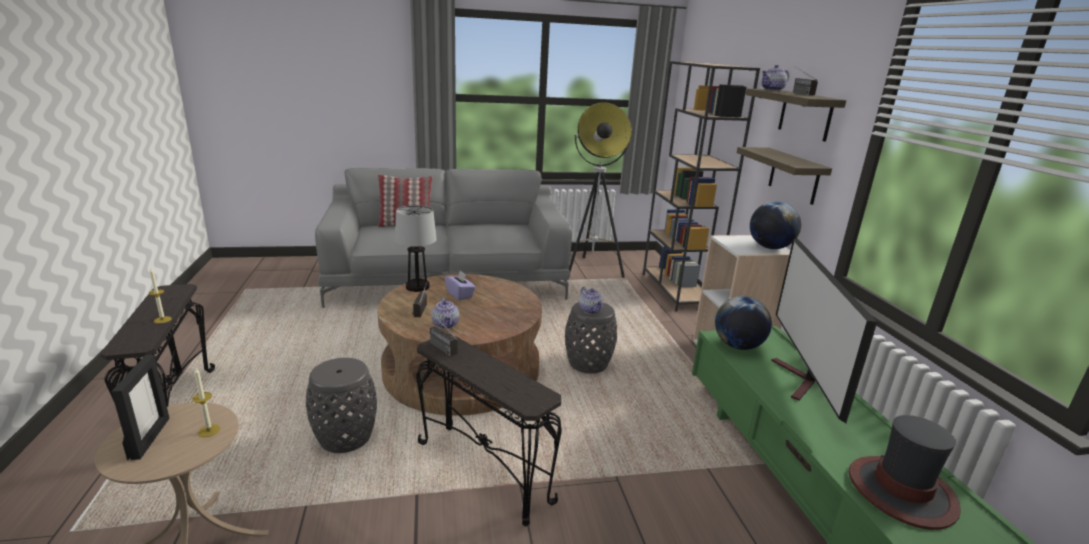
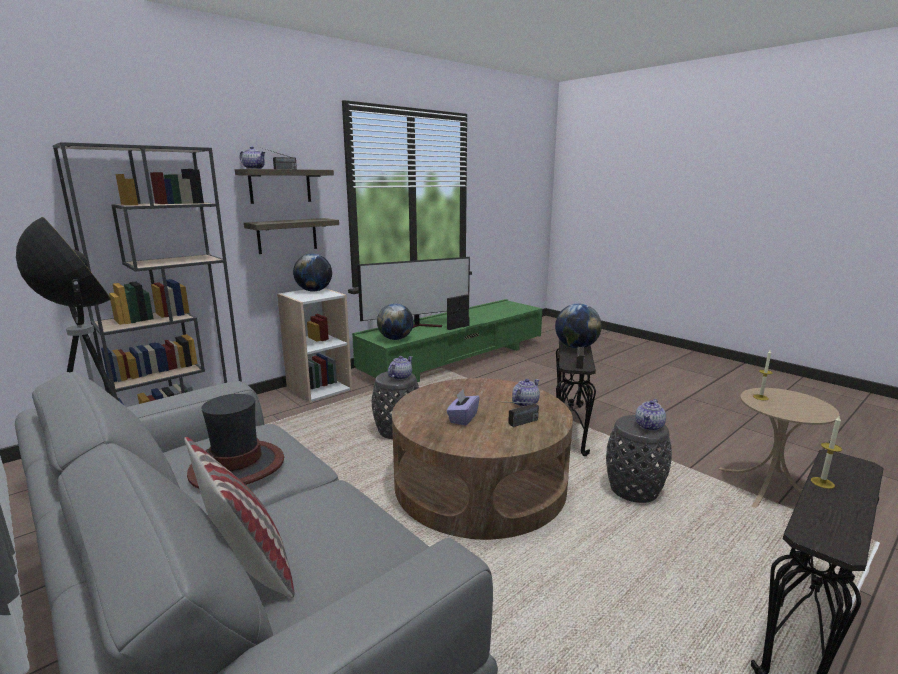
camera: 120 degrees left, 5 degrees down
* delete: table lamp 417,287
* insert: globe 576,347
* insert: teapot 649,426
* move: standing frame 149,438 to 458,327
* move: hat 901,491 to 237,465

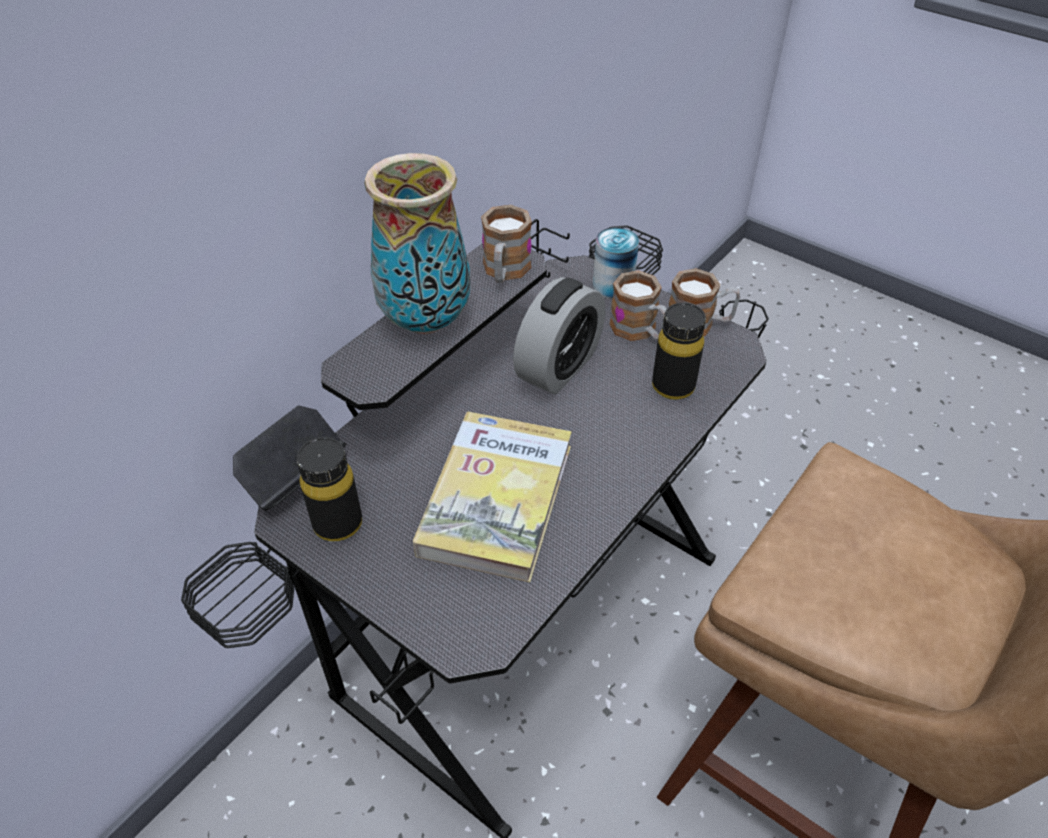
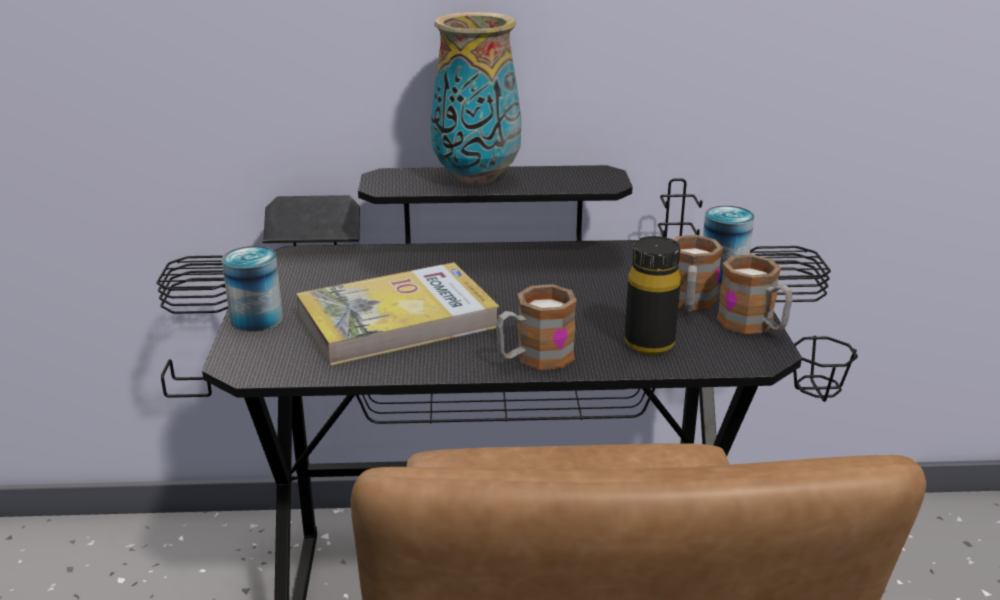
camera: 50 degrees right, 20 degrees down
* delete: black bottle 338,523
* delete: table clock 559,367
* insert: can 256,319
* move: tea mug 505,272 to 534,358

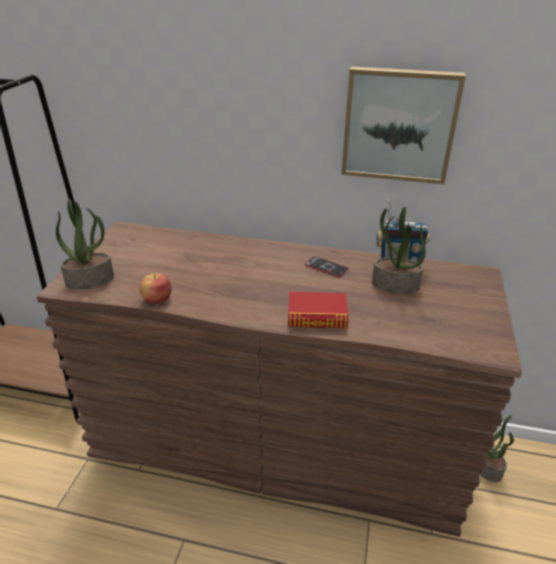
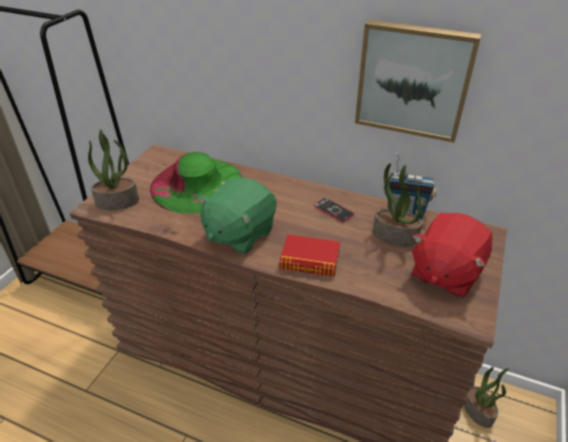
camera: 10 degrees right, 5 degrees up
* delete: whole apple 156,299
* insert: green hat 197,185
* insert: green soft toy 239,233
* insert: reddish soft toy 444,273

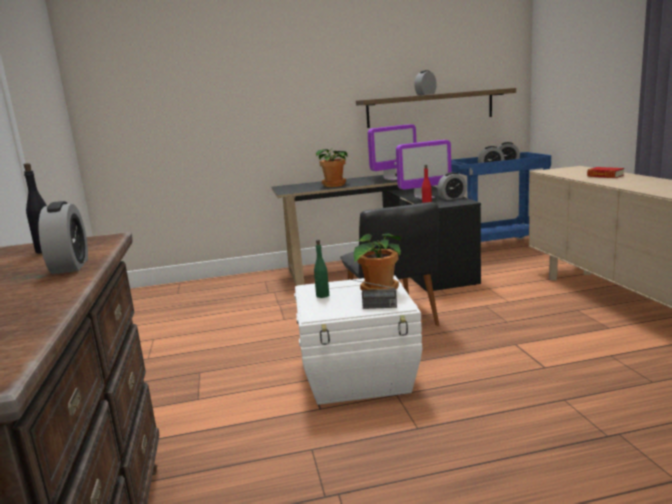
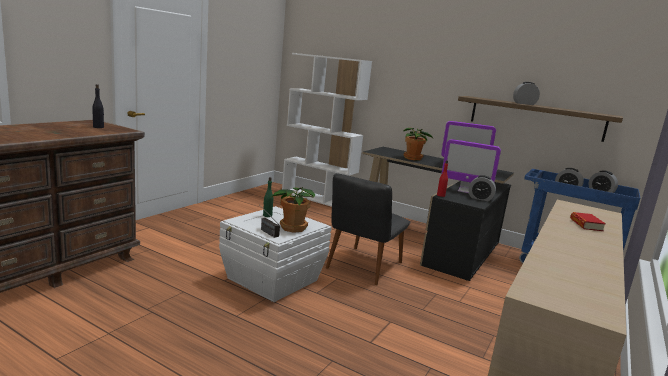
camera: 40 degrees right, 0 degrees up
* delete: table clock 70,266
* insert: whitish bookshelf 318,199

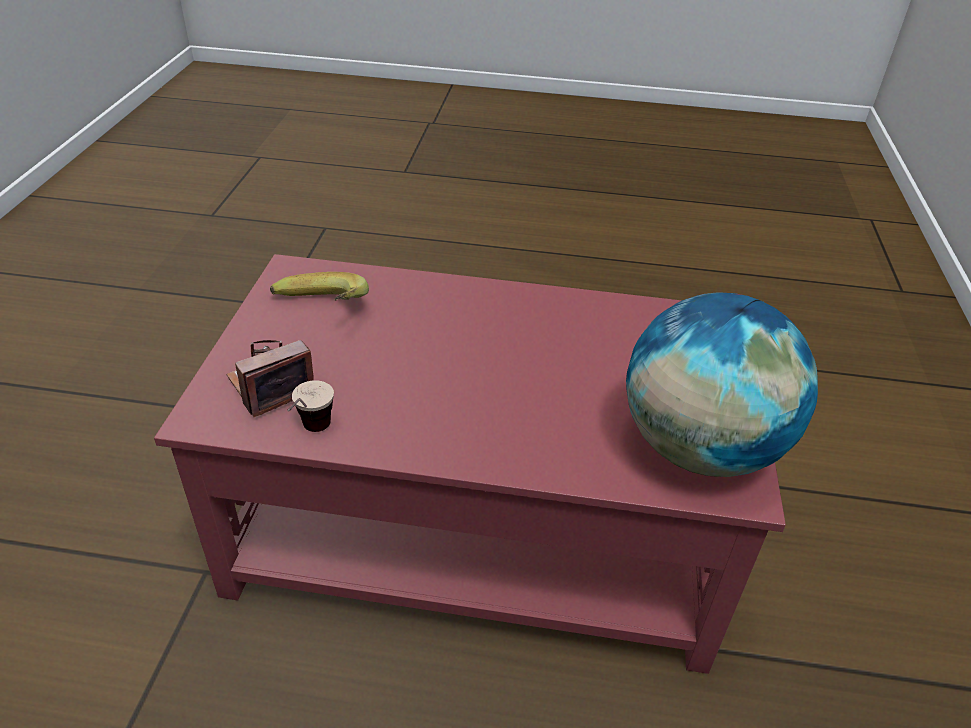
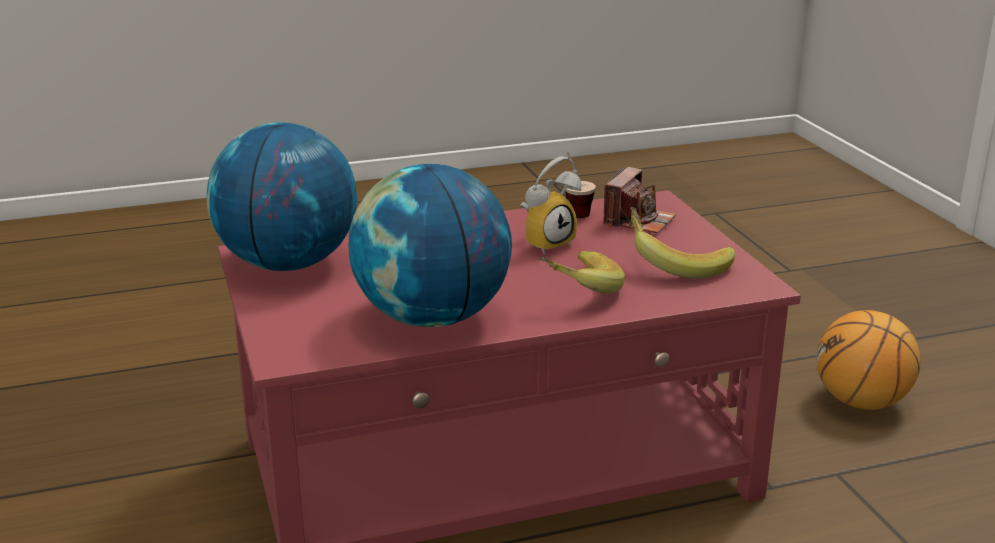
camera: 155 degrees right, 15 degrees down
* insert: globe 432,318
* insert: table clock 546,243
* insert: banana fruit 575,290
* insert: ball for basketball 861,402

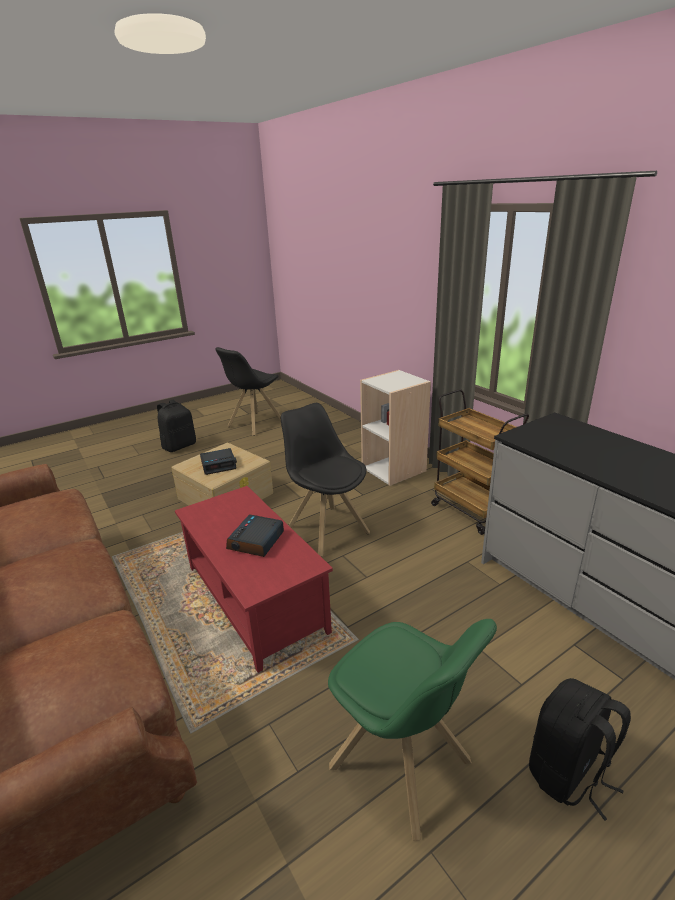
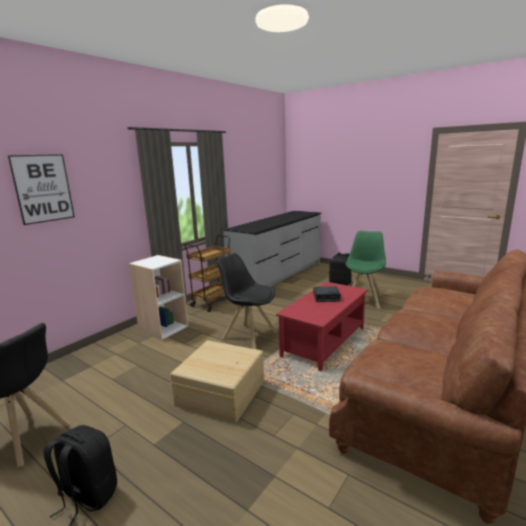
camera: 110 degrees left, 10 degrees down
* delete: table clock 219,465
* insert: wall art 43,188
* rotate: black plain chair 327,529 = 249,336 90 degrees clockwise

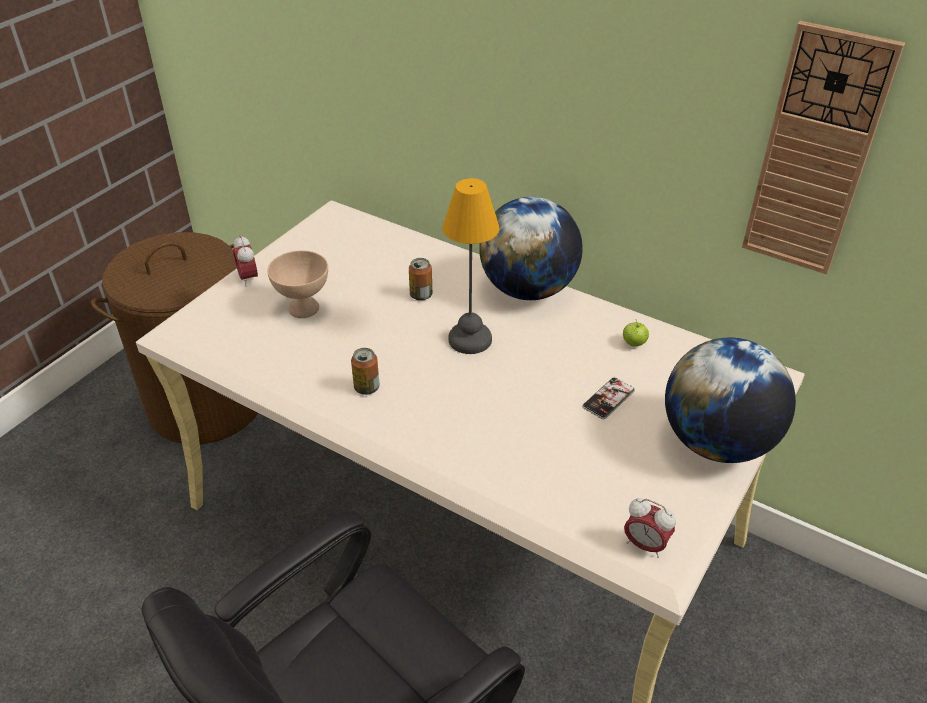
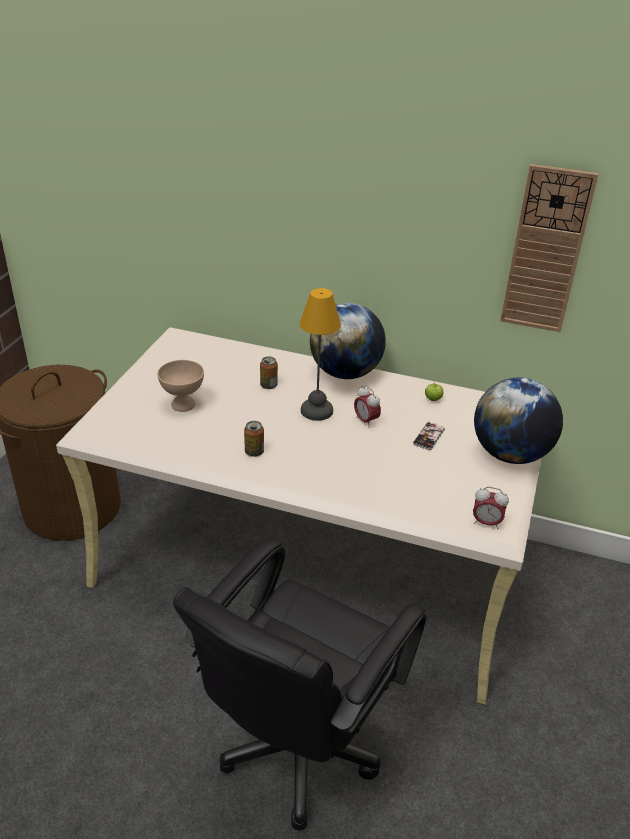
camera: 15 degrees left, 5 degrees down
* move: table clock 248,278 to 366,421

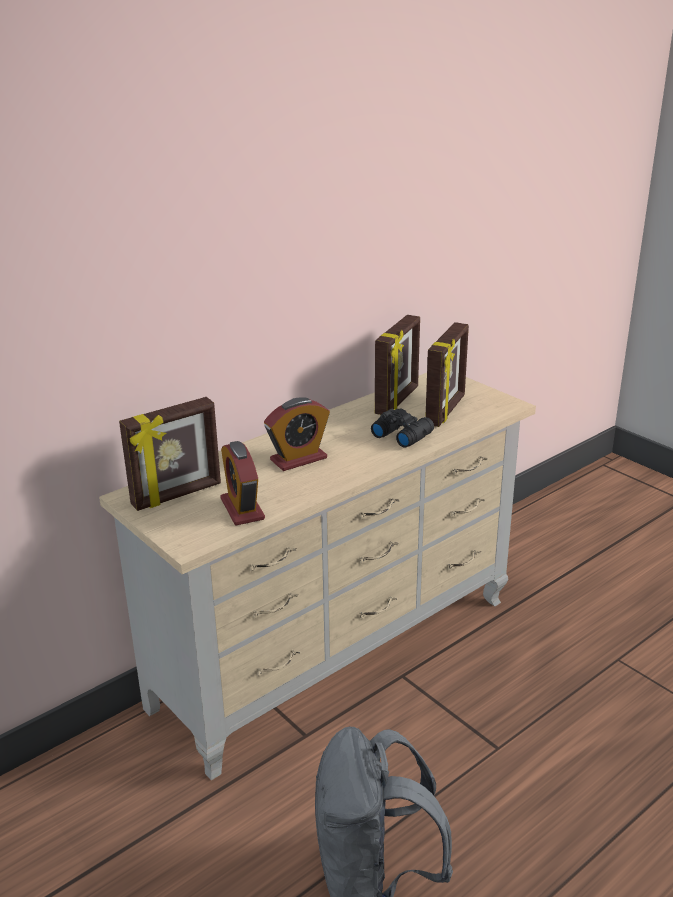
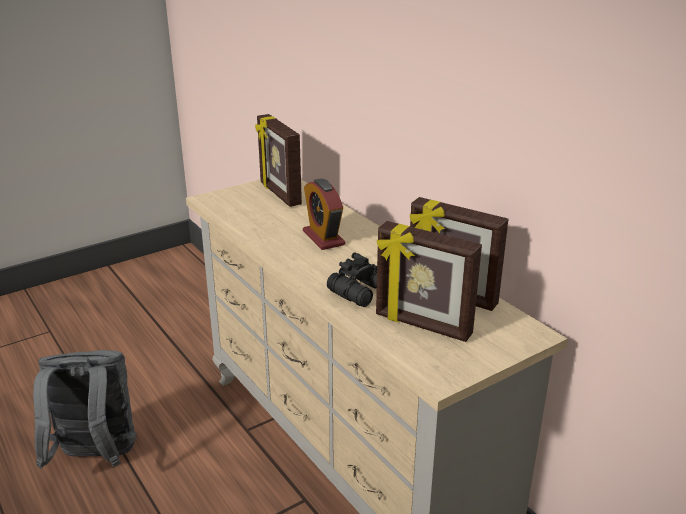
camera: 95 degrees right, 0 degrees up
* delete: table clock 242,509

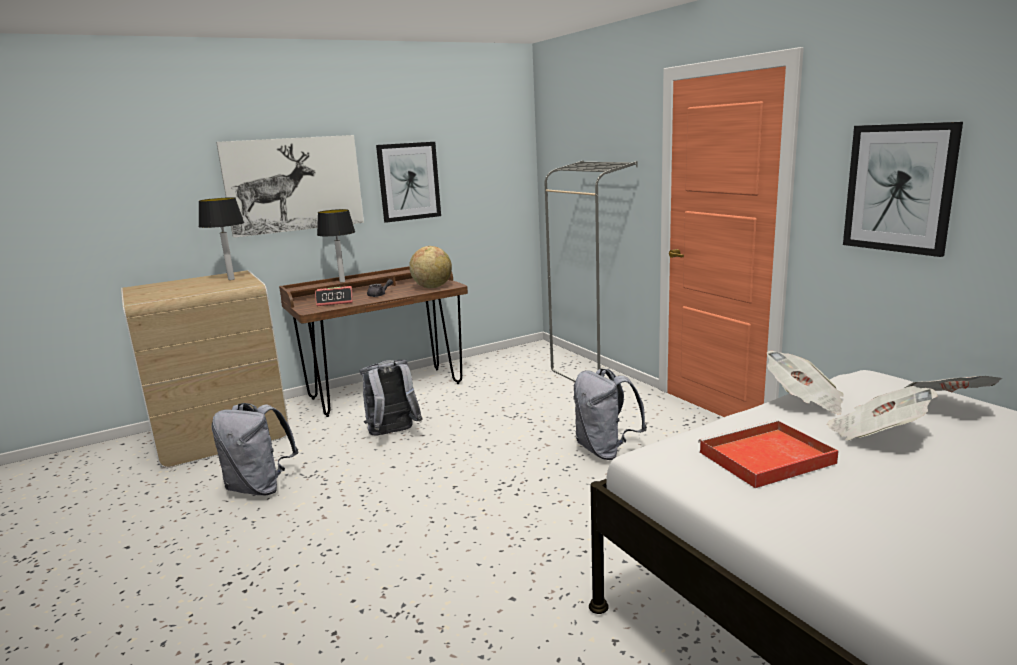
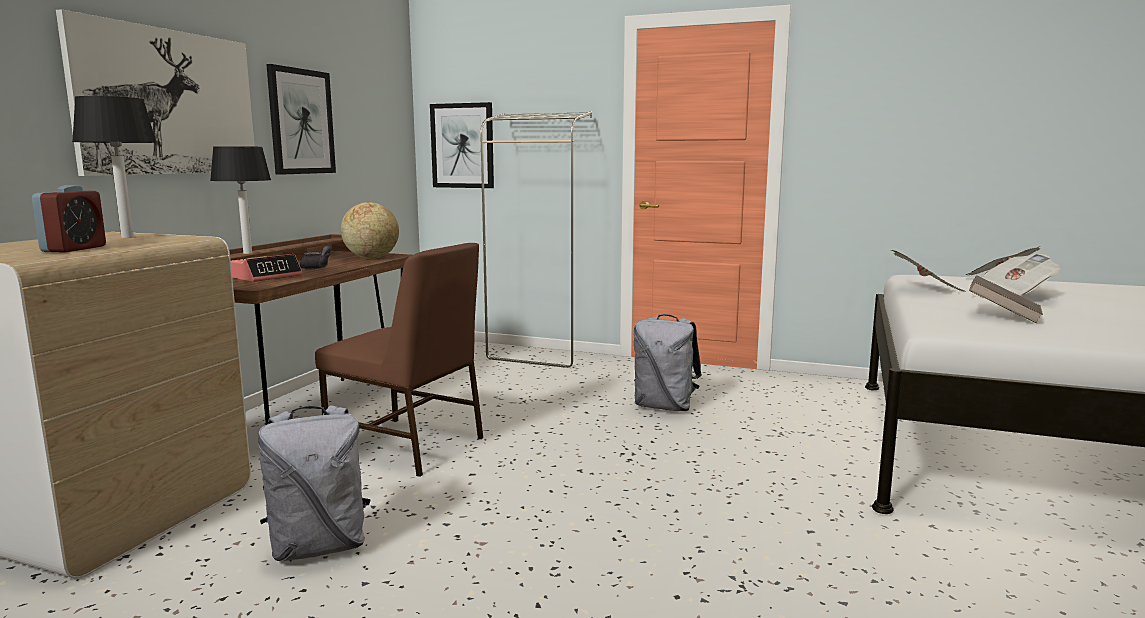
camera: 40 degrees left, 5 degrees down
* insert: table clock 74,249
* move: wall art 899,188 to 462,146
* replace: gray knapsack 393,434 to brownish plain chair 408,446
* replace: reddish carrying tray 764,458 to brownish volume 1003,315

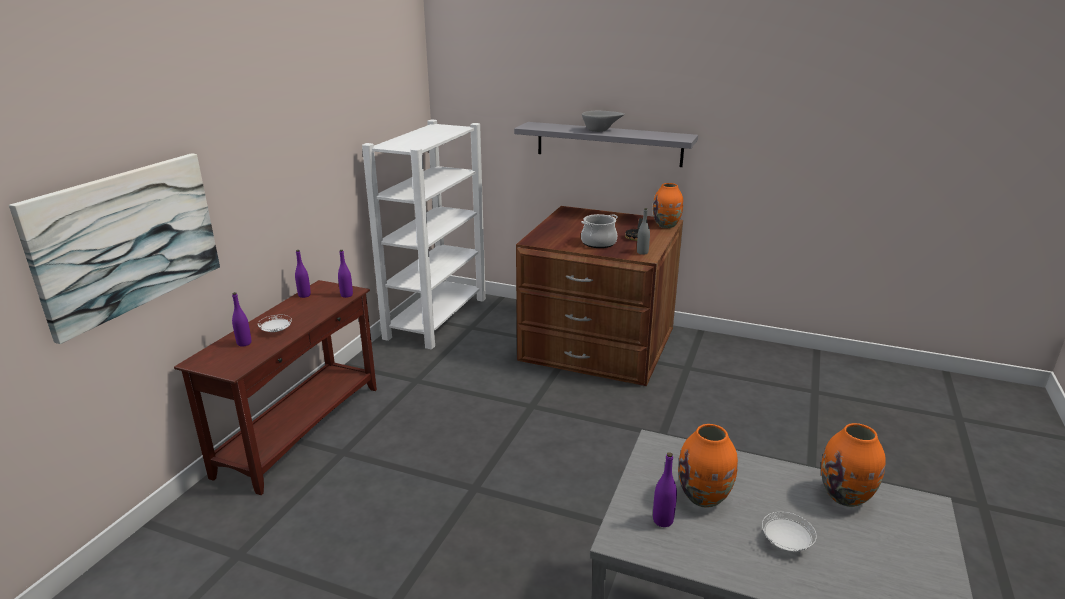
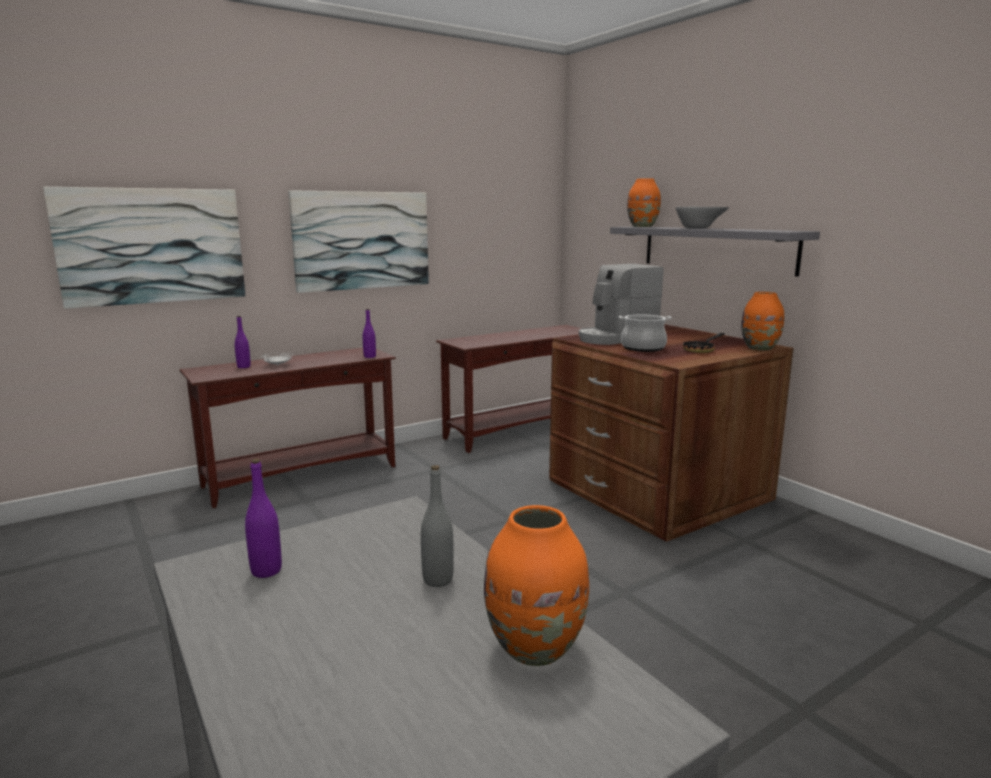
camera: 35 degrees right, 10 degrees down
* delete: purple bottle 304,295
* delete: whitish dinner plate 786,542
* insert: wall art 362,240
* insert: coffee machine 616,338
* move: gray bottle 642,252 to 438,579
* move: orange-coloured vase 704,497 to 642,226
* replace: whitish bookshelf 436,318 to brownish hall table 519,431

